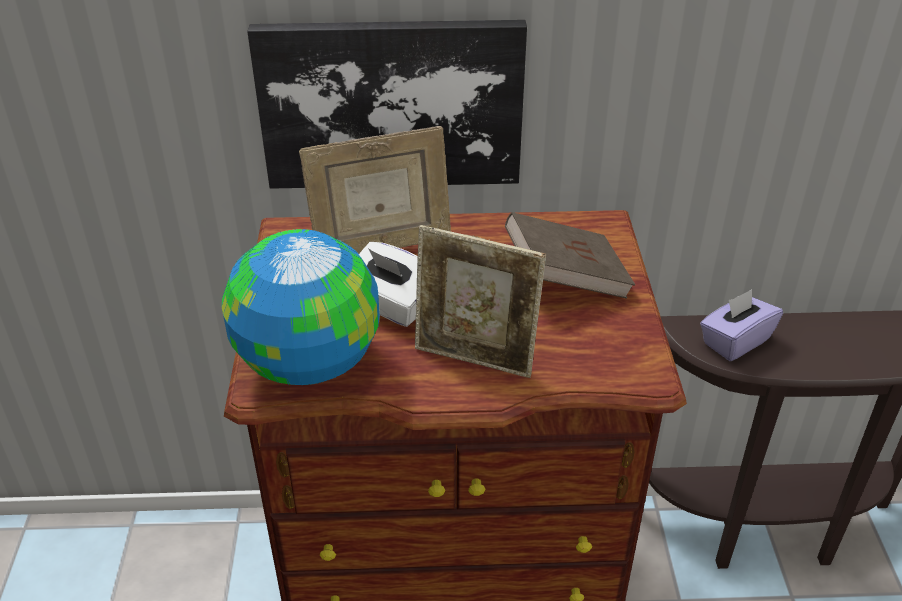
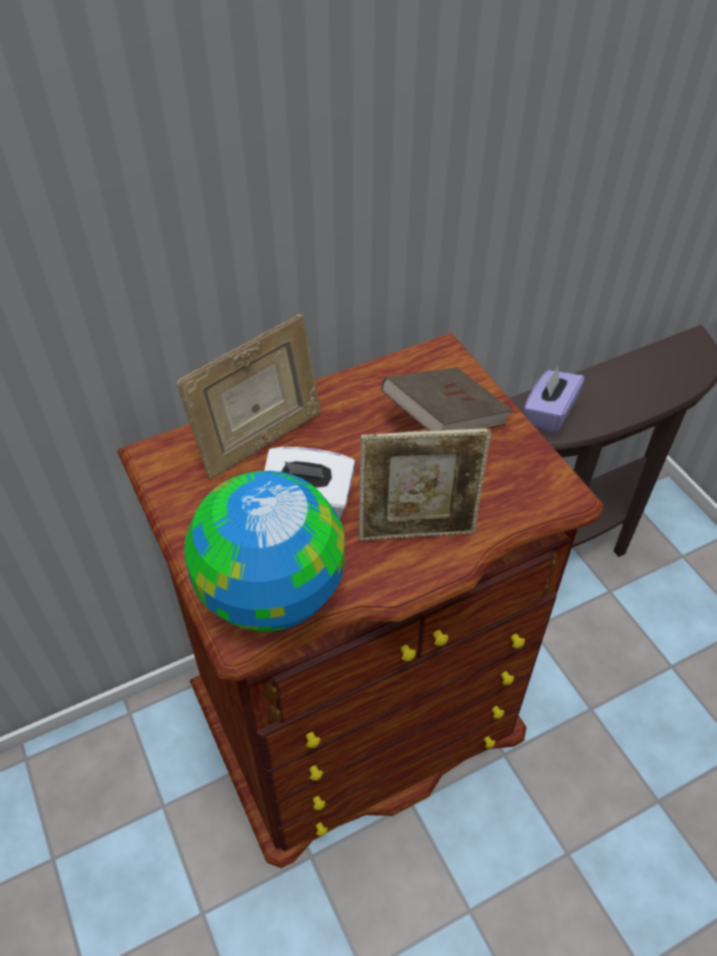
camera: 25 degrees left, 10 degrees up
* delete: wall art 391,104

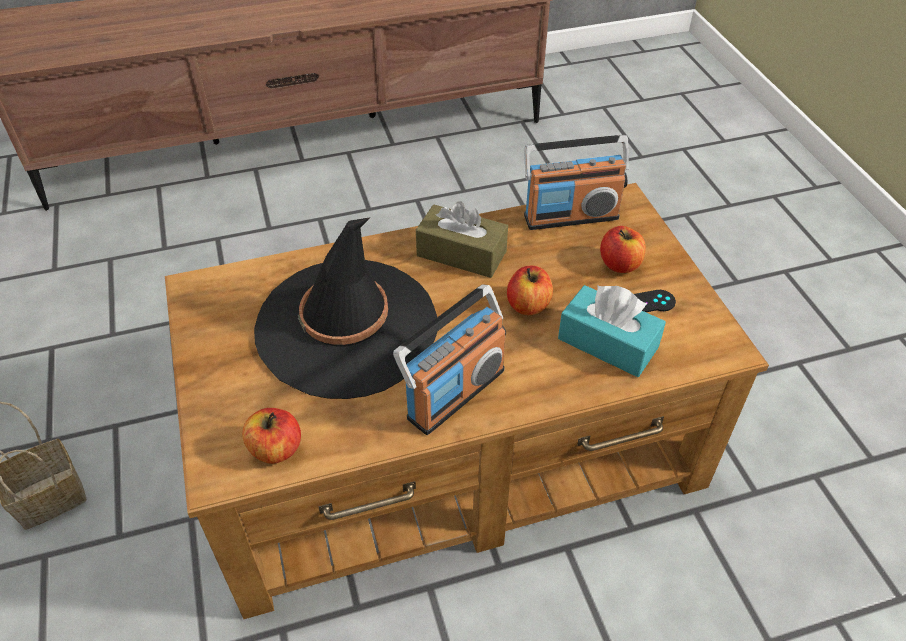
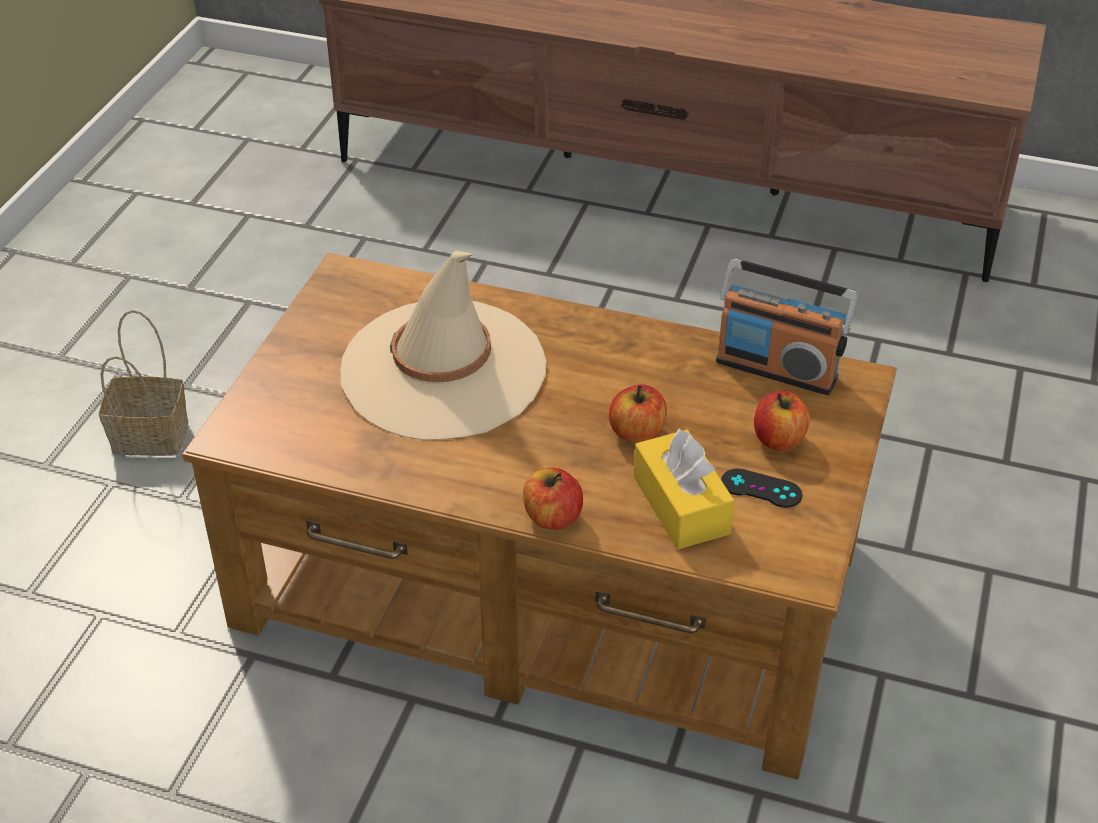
camera: 35 degrees right, 5 degrees down
* delete: radio set 455,393
* delete: brownish tissue holder 461,253
* move: whole apple 275,449 to 552,517
* recolor: black hat 347,327 to sand-coloured hat 443,370
* recolor: blue-green tissue holder 608,343 to yellow-coloured tissue holder 681,505

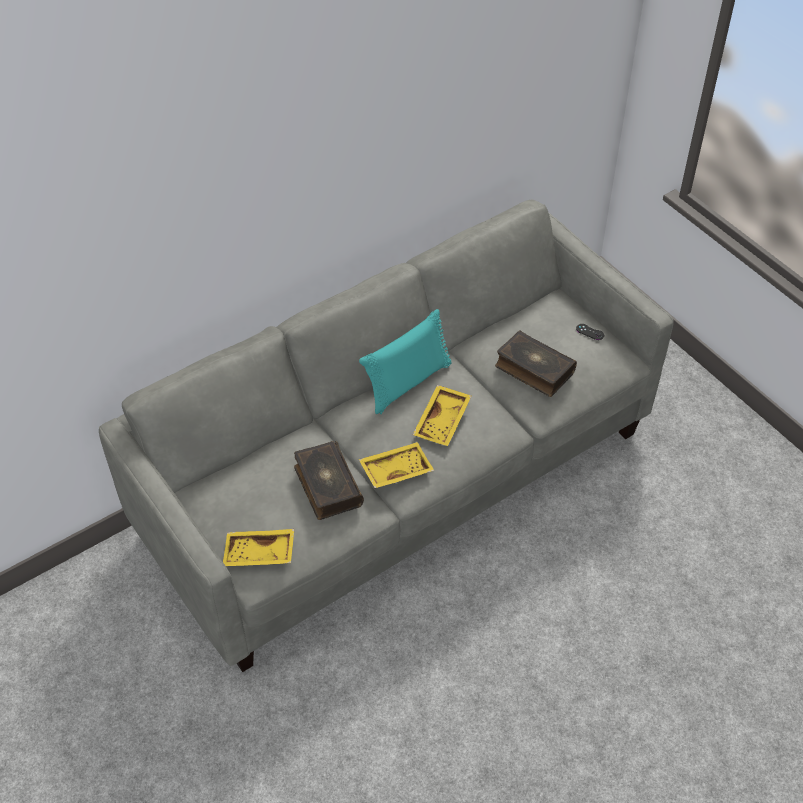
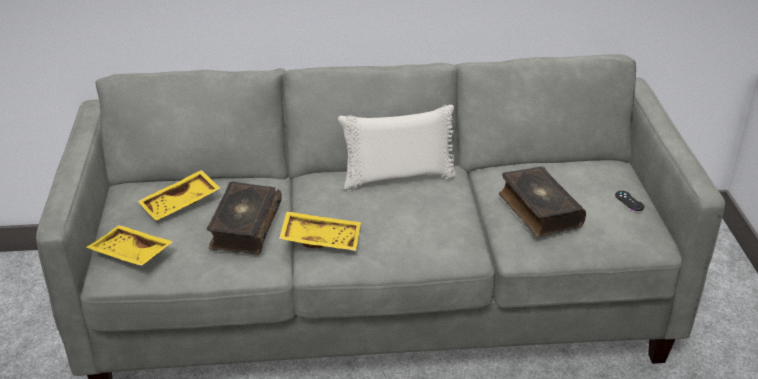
camera: 30 degrees right, 15 degrees down
* move: yellow-coloured carrying tray 443,421 to 181,204
* recolor: blue-green pillow 407,382 to whitish pillow 398,177

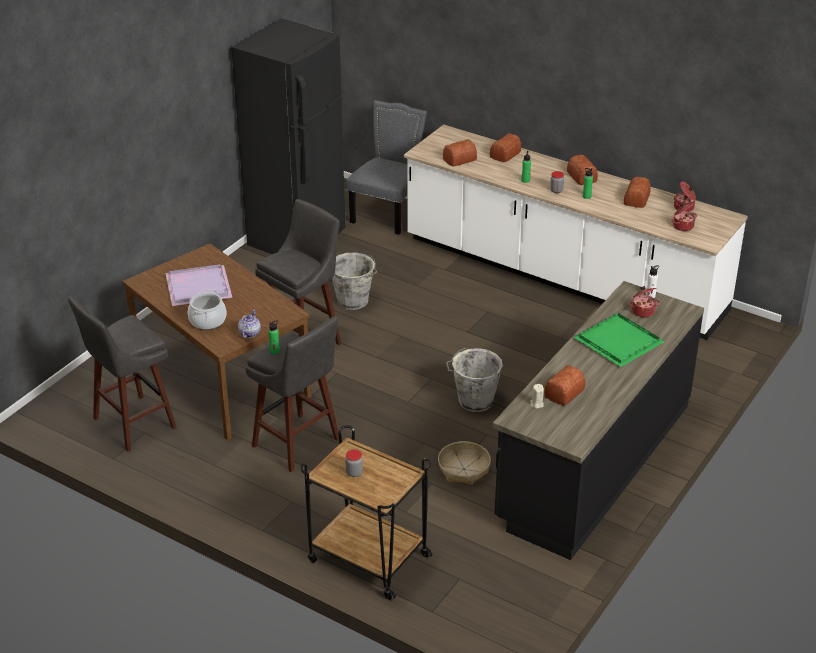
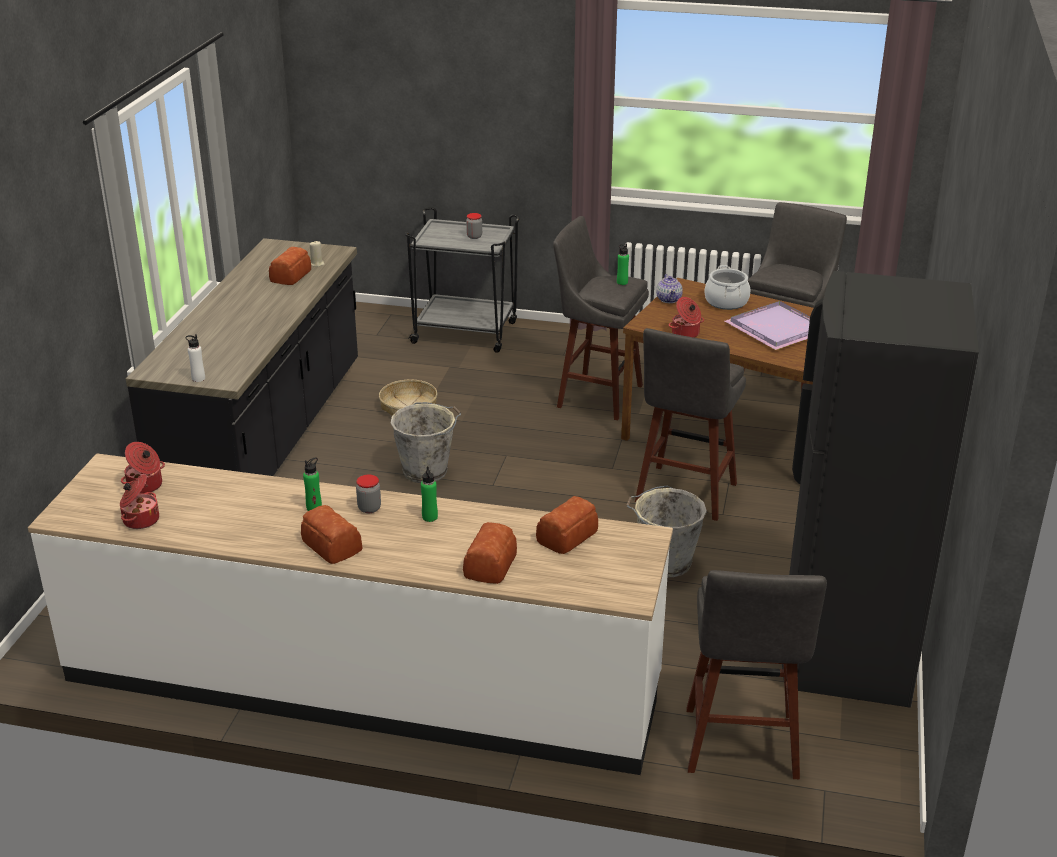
camera: 160 degrees right, 5 degrees down
* delete: green carrying tray 618,340
* delete: baked bread 637,199
* move: saucepot 643,311 to 686,334
* replace: gray plain chair 387,214 to gray stool seat 740,747
* recolor: brownish cart 367,557 to gray cart 466,333

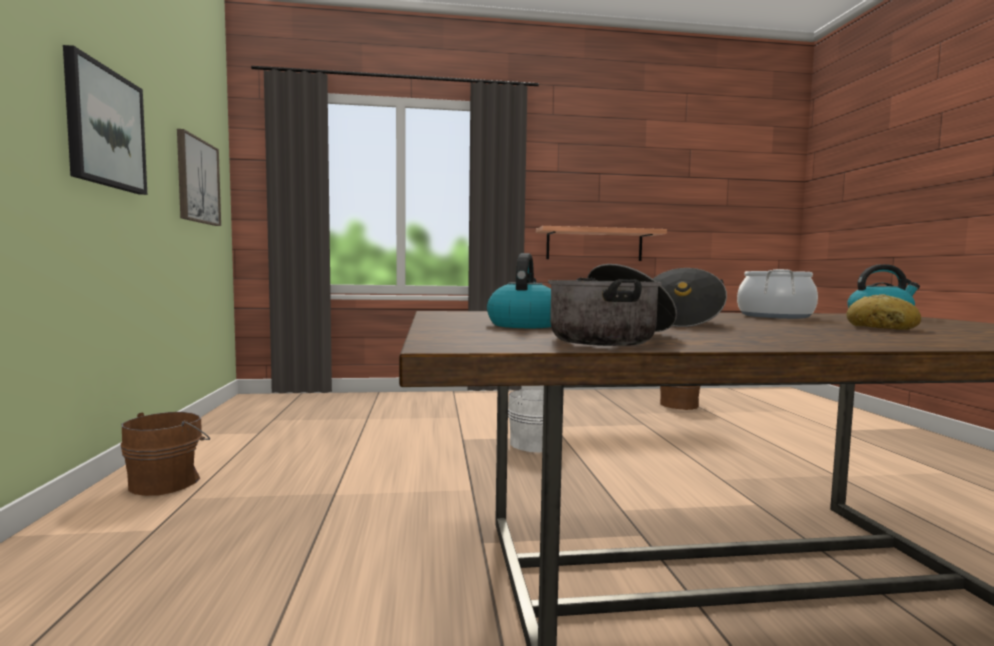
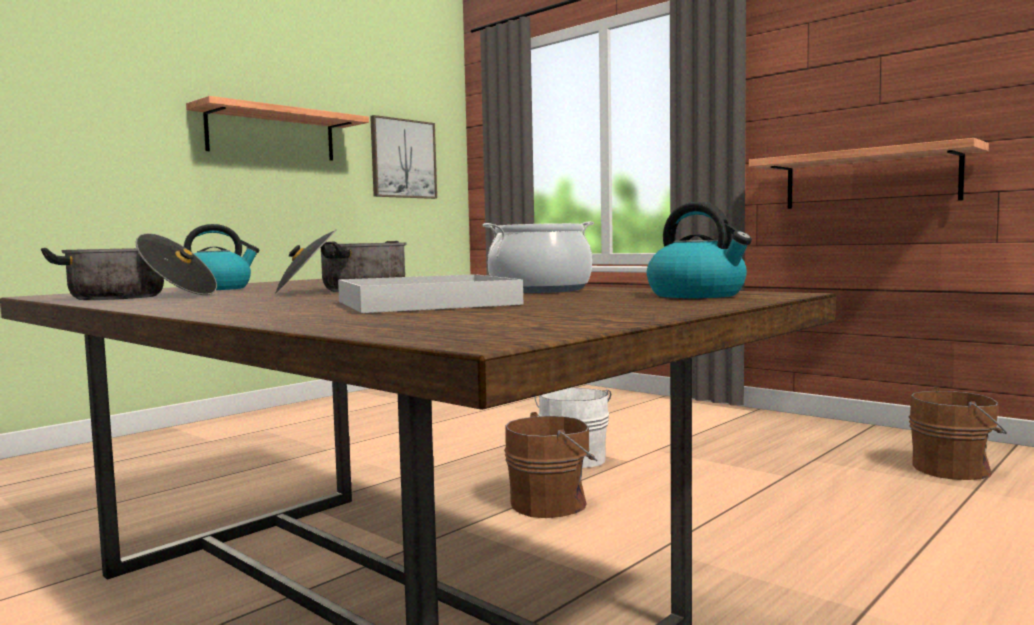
camera: 50 degrees right, 0 degrees up
* move: brownish pail 168,482 to 552,503
* replace: wall art 105,128 to shelf 272,134
* replace: baked bread 882,328 to whitish carrying tray 426,303

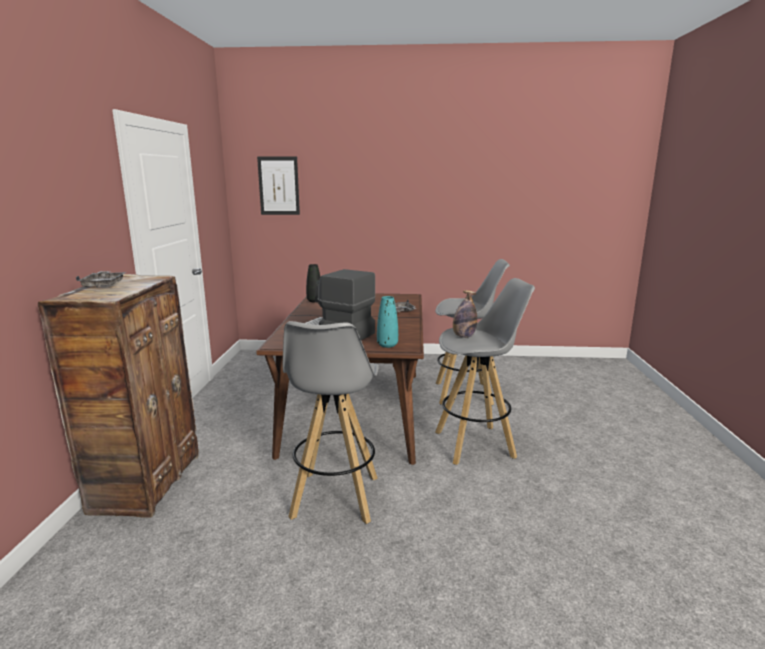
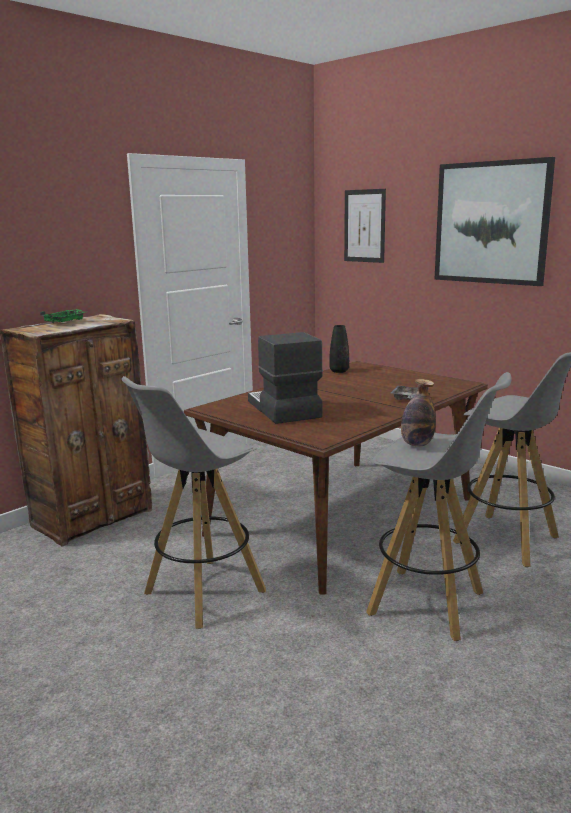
camera: 40 degrees right, 0 degrees up
* delete: blue-green vase 387,345
* insert: wall art 491,223
* recolor: gray carrying tray 104,284 to green carrying tray 66,321

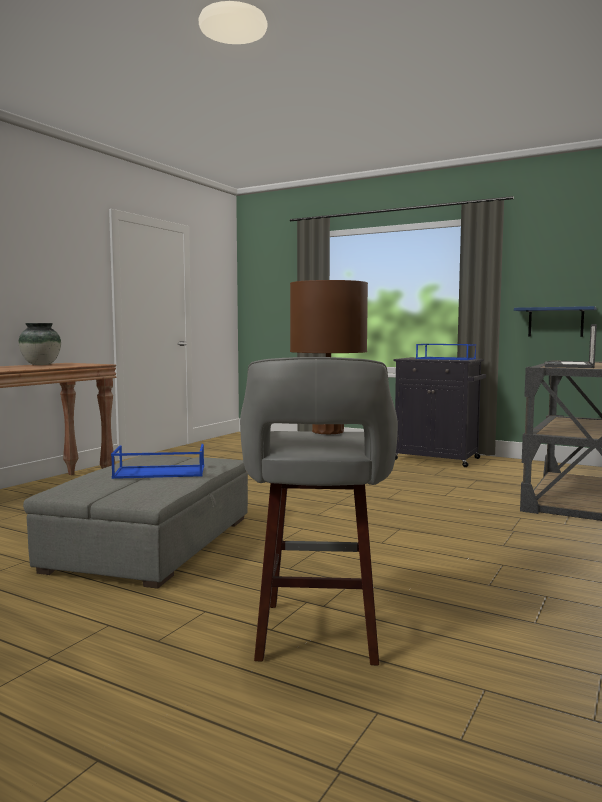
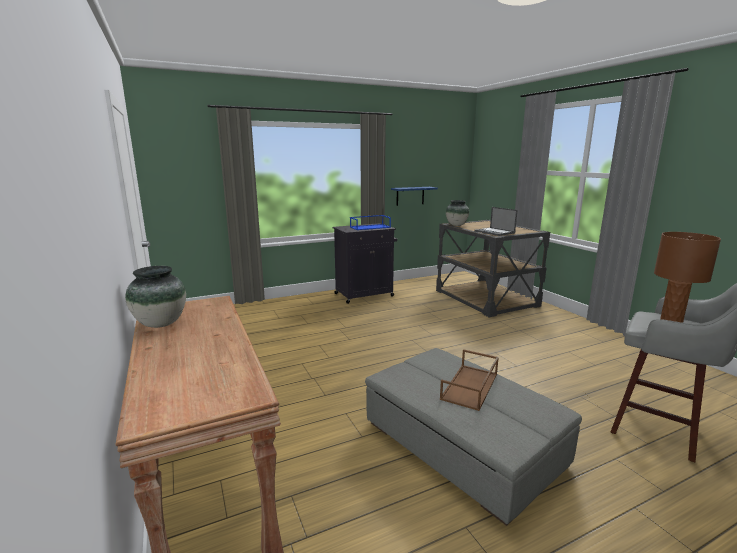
camera: 55 degrees left, 10 degrees up
* insert: vase 456,225
* recolor: bluish carrying tray 158,472 to brownish carrying tray 470,387

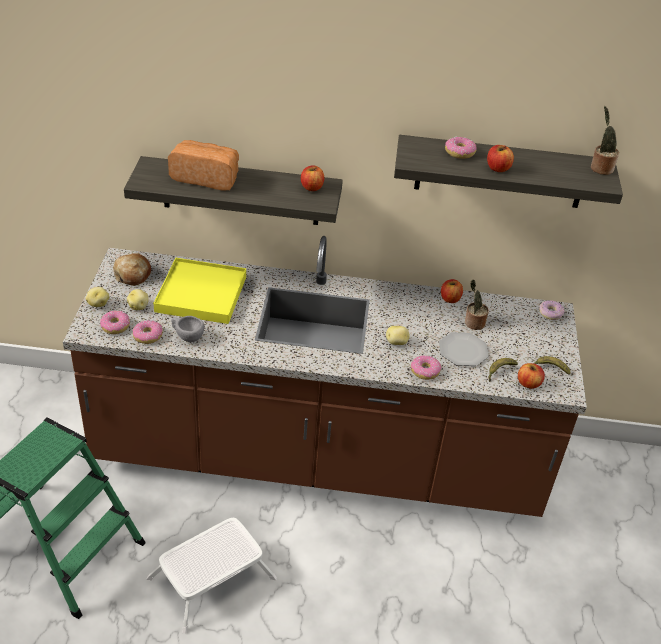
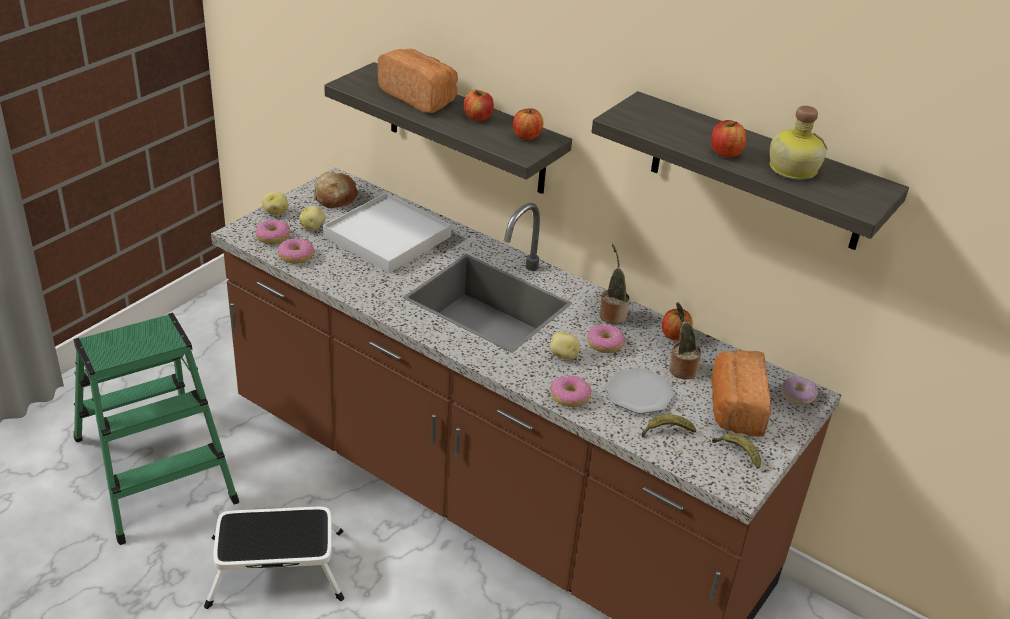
camera: 30 degrees right, 5 degrees down
* delete: gray small cup 187,336
* insert: baked bread 734,408
* insert: bottle 791,168
* move: donut 459,152 to 605,344
* move: whole apple 528,383 to 478,117
* move: potted plant 600,168 to 611,315
* recolor: whitish step ladder 212,579 to black step ladder 276,568
* recolor: yellow-coloured carrying tray 201,294 to whitish carrying tray 387,236

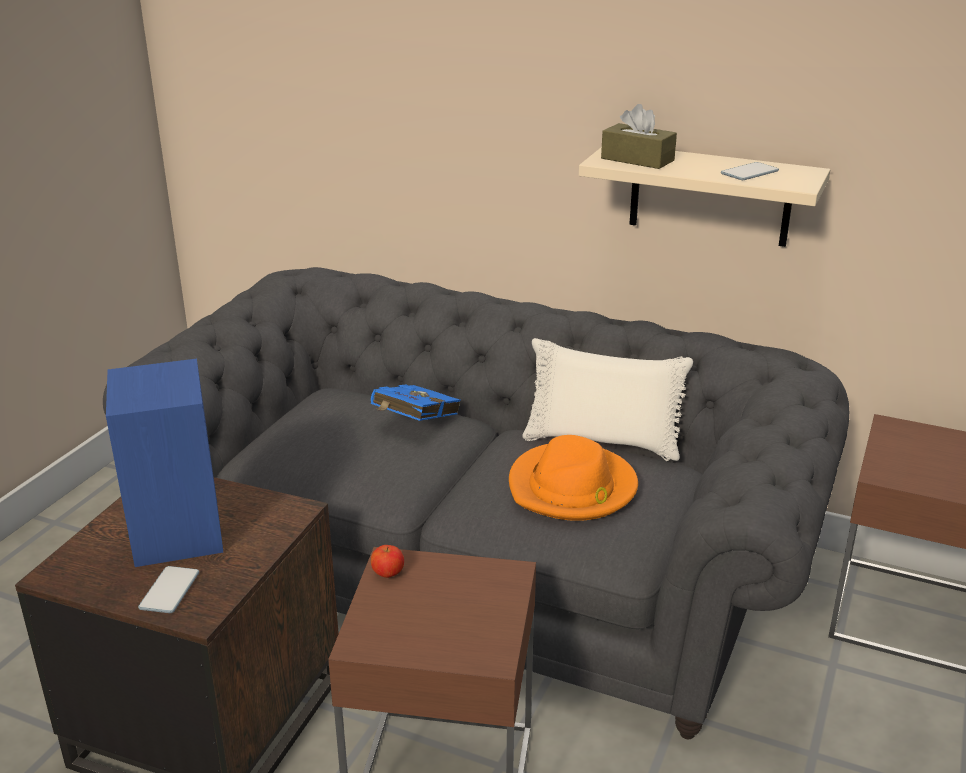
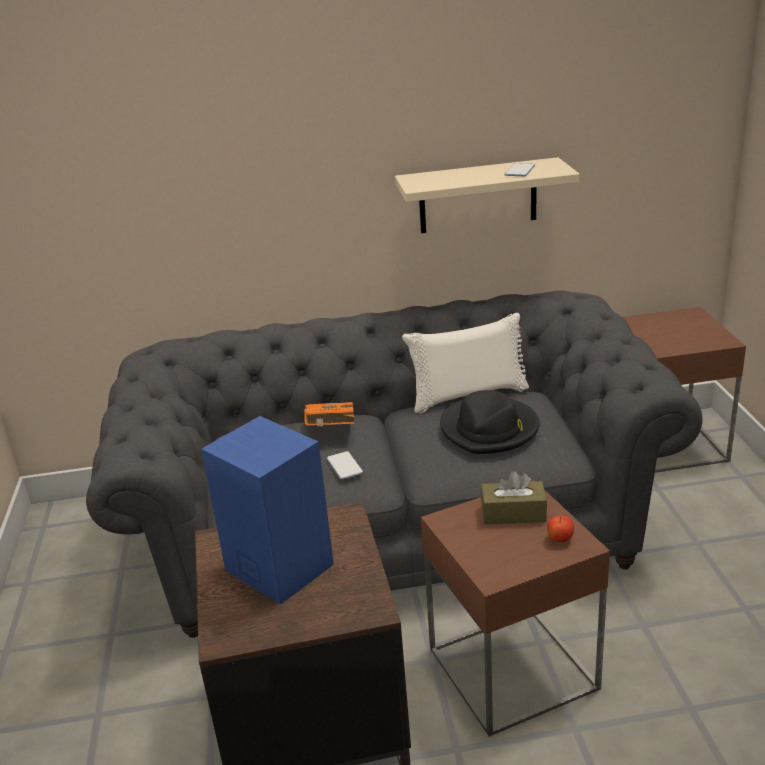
camera: 30 degrees left, 0 degrees up
* move: telephone 169,591 to 344,466
* move: whole apple 388,574 to 559,539
* move: brownish tissue holder 637,159 to 513,513
* recolor: bluish volume 413,424 to orange-coloured volume 330,432
* recolor: orange-coloured hat 572,488 to black hat 490,429

